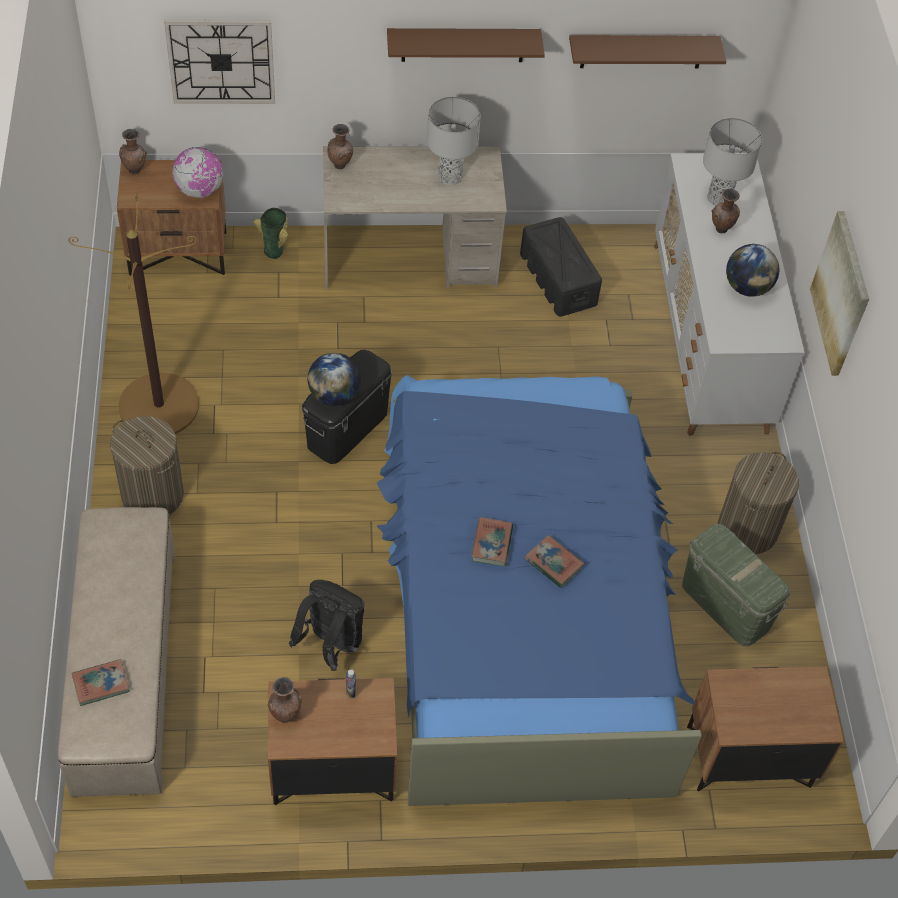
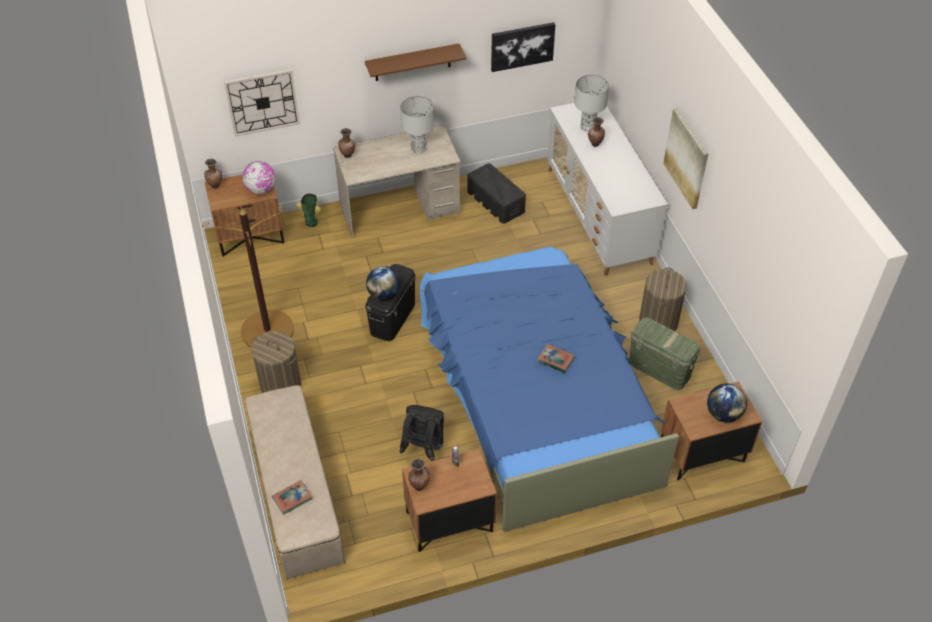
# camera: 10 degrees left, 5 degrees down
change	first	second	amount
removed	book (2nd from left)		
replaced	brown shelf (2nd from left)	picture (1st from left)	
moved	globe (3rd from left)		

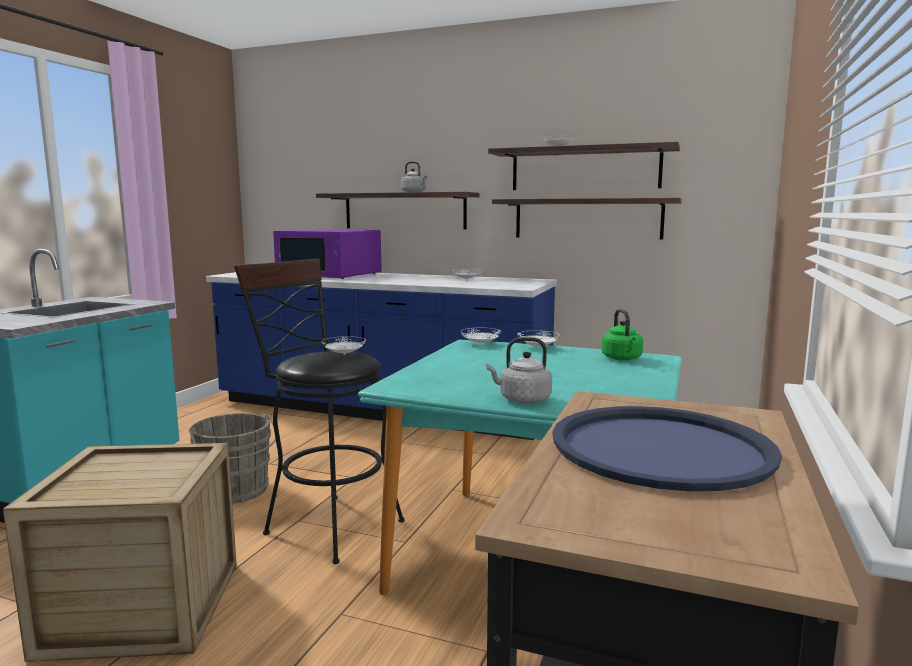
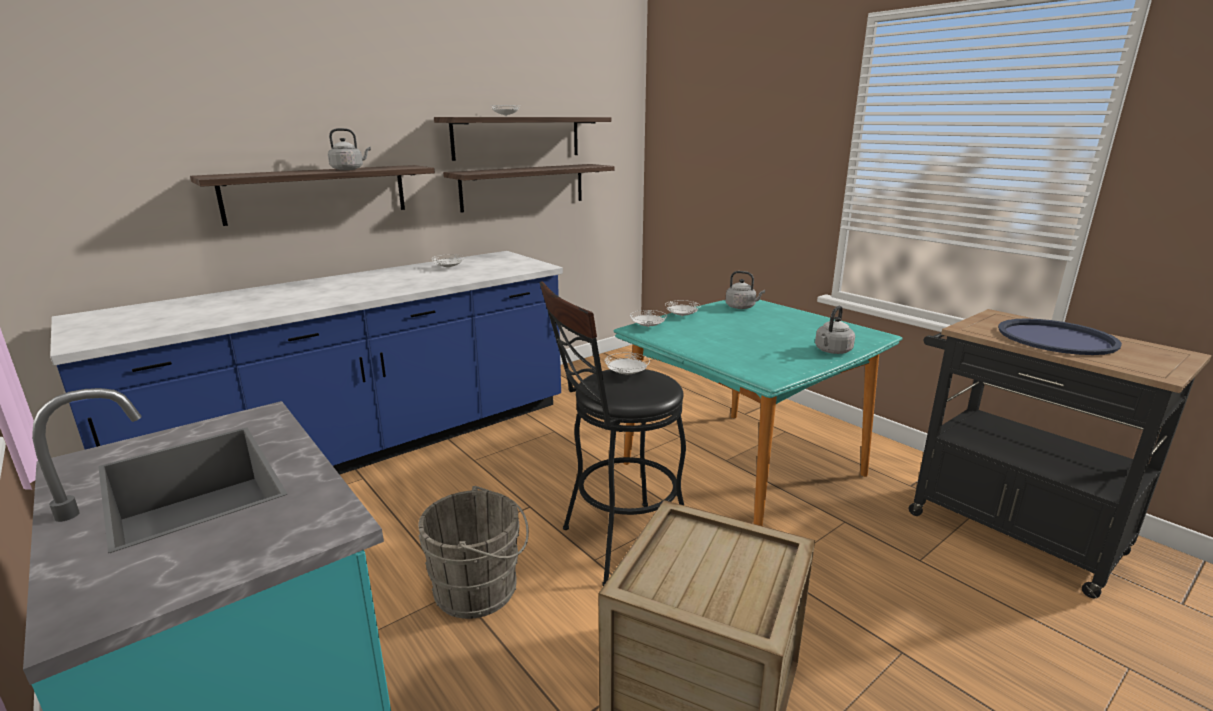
# camera: 60 degrees left, 10 degrees up
change	first	second	amount
removed	purple microwave		
recoloured	green kettle	grey kettle (2nd from left)	

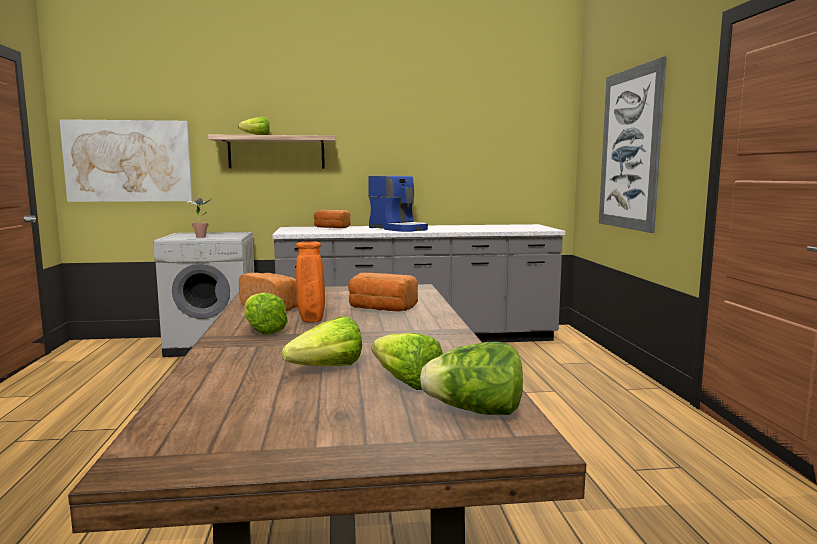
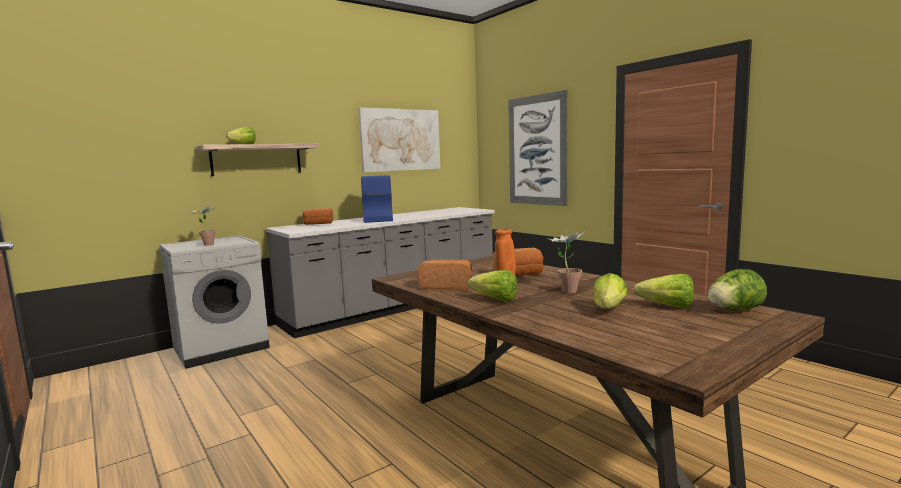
# camera: 30 degrees left, 0 degrees up
change	first	second	amount
moved	picture (1st from left)		
turned	coffee machine		120 degrees counterclockwise
added		potted plant (2nd from left)	

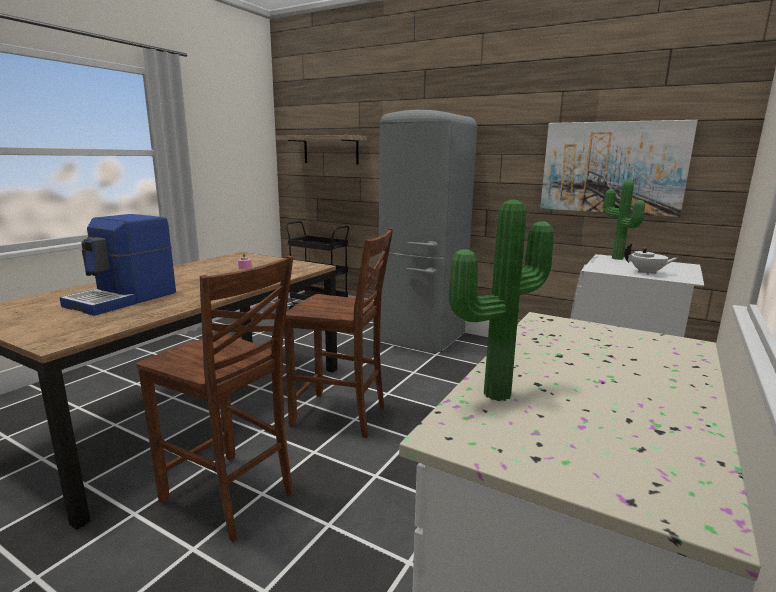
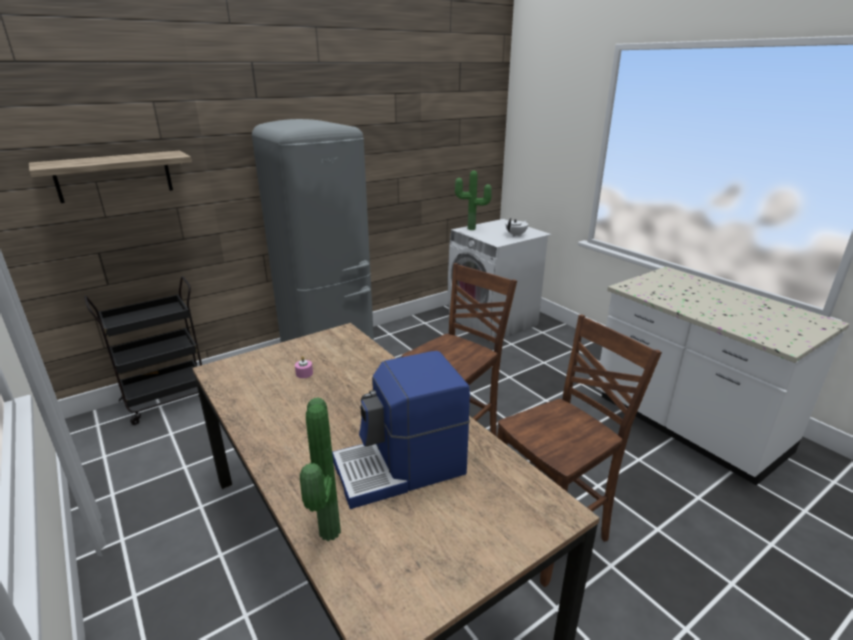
# camera: 65 degrees left, 10 degrees up
change	first	second	amount
turned	coffee machine		105 degrees clockwise
moved	potted plant (1st from left)		
removed	picture		

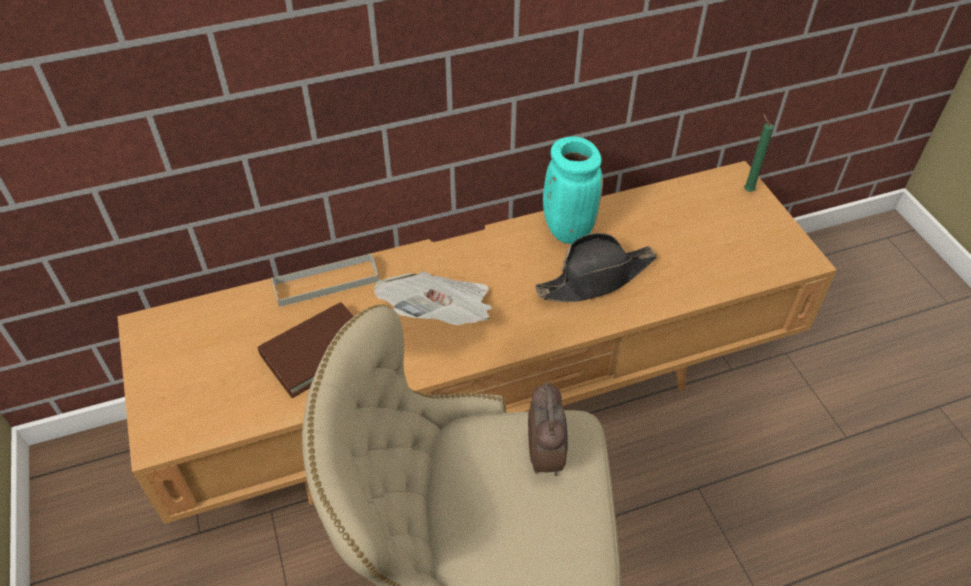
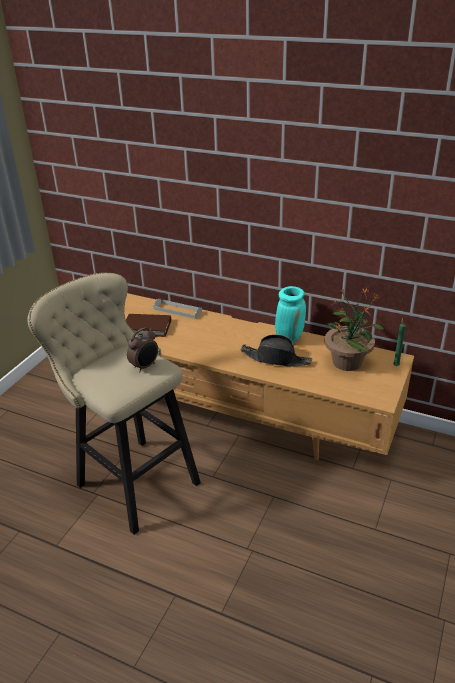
# camera: 45 degrees right, 15 degrees down
change	first	second	amount
removed	newspaper		
added		potted plant	

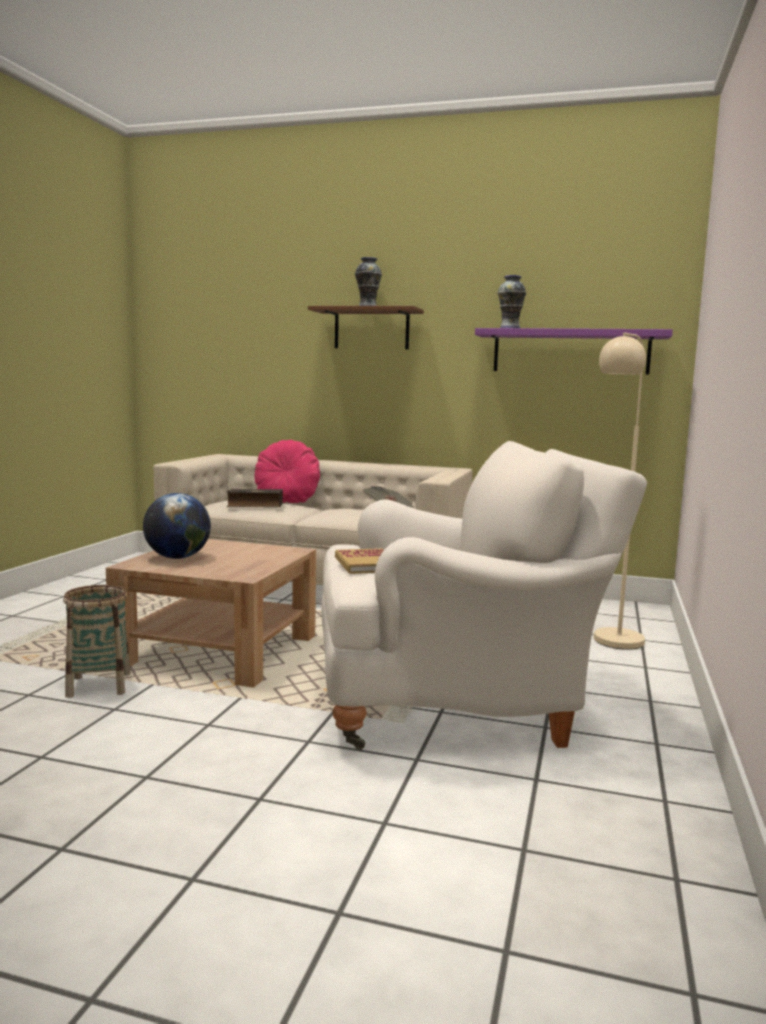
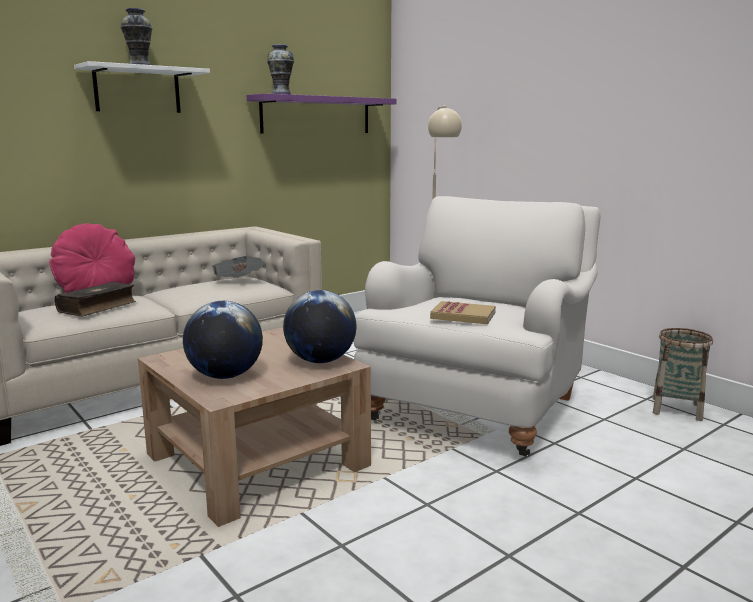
# camera: 55 degrees left, 5 degrees up
change	first	second	amount
moved	basket		
recoloured	brown shelf	white shelf	
added		globe (2nd from left)	

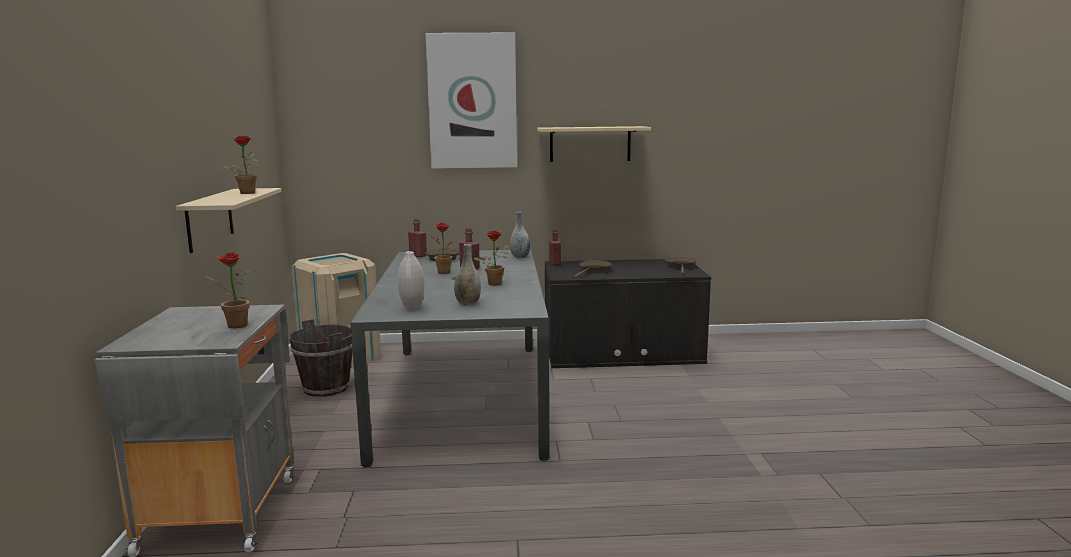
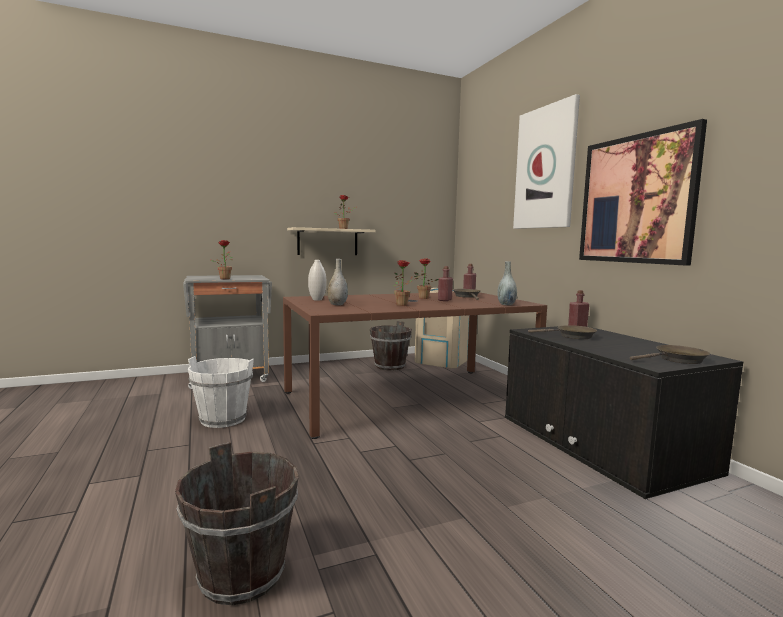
# camera: 70 degrees right, 5 degrees down
change	first	second	amount
recoloured	grey dining table	brown dining table	
replaced	beige shelf (2nd from left)	picture (2nd from left)	
added		brown bucket (1st from left)	
added		white bucket	

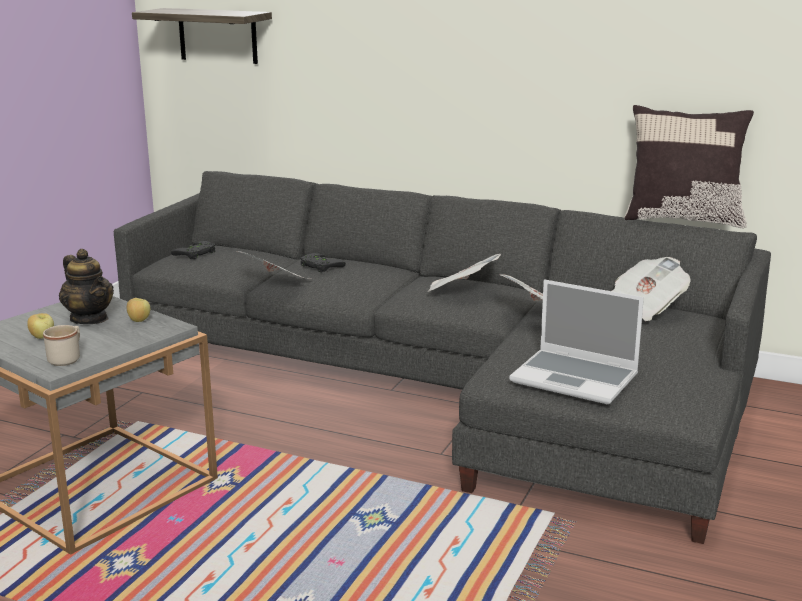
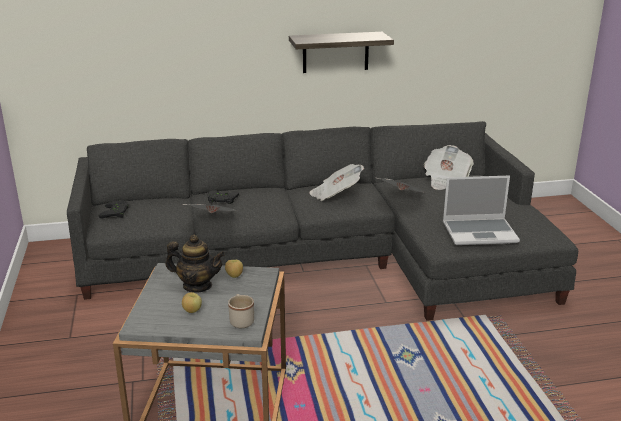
# camera: 35 degrees left, 5 degrees up
change	first	second	amount
moved	shelf		
removed	pillow		

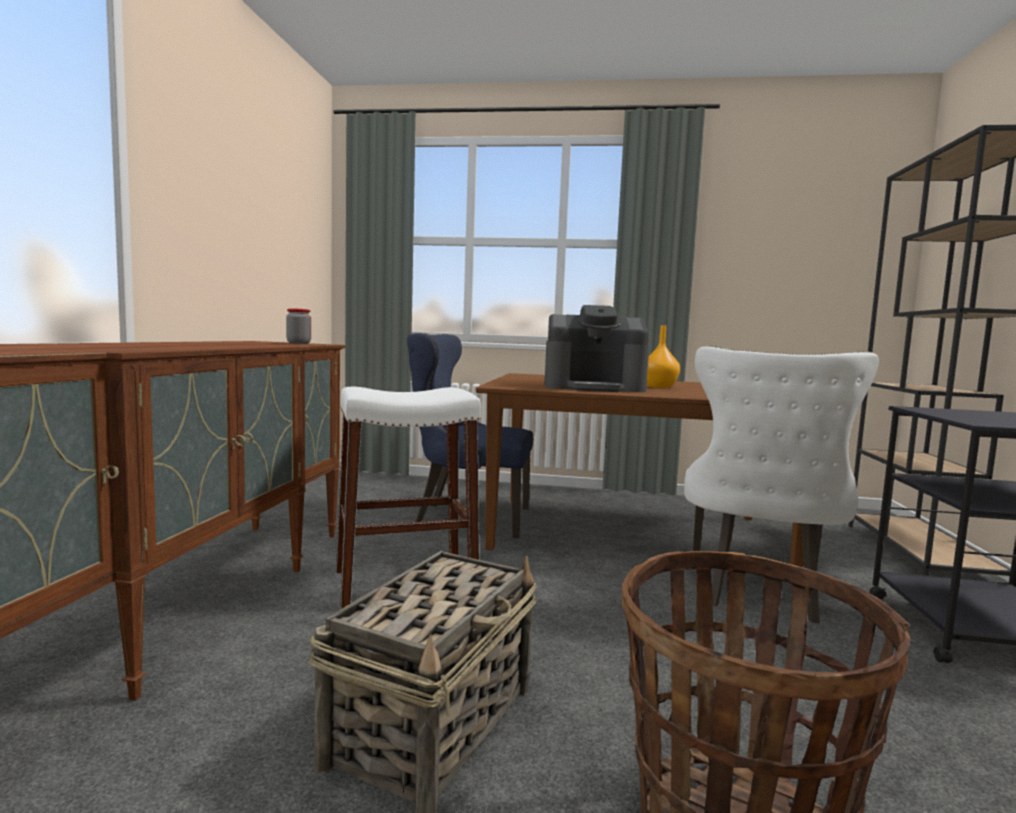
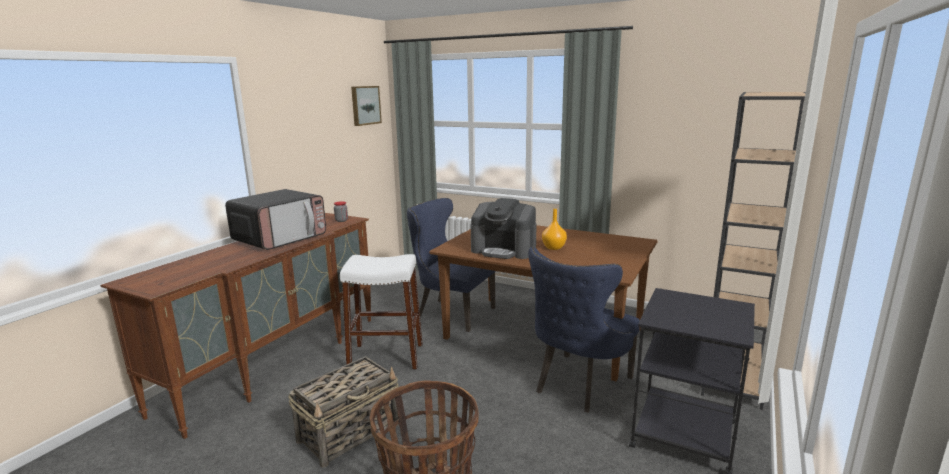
# camera: 20 degrees right, 10 degrees up
change	first	second	amount
recoloured	white chair	blue chair (2nd from left)	
added		microwave	
added		picture	

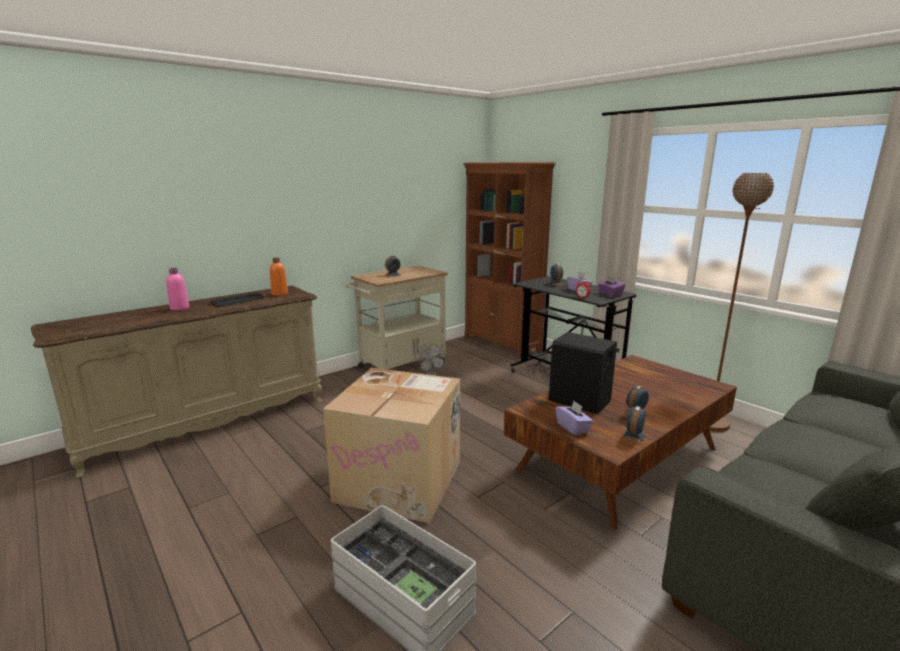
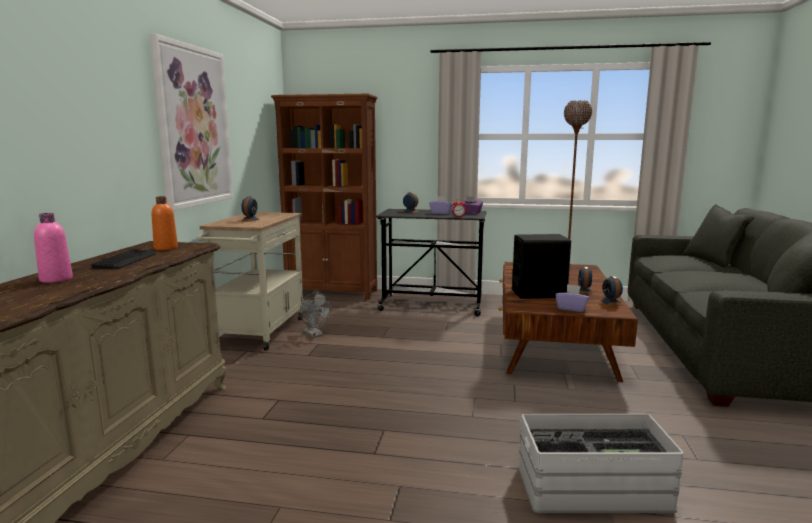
# camera: 40 degrees left, 5 degrees down
change	first	second	amount
removed	cardboard box		
added		picture	

